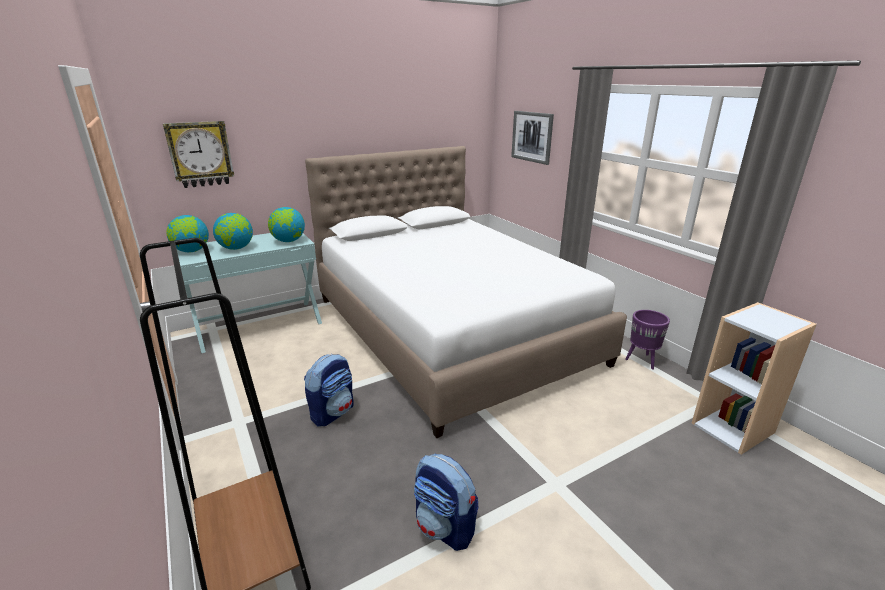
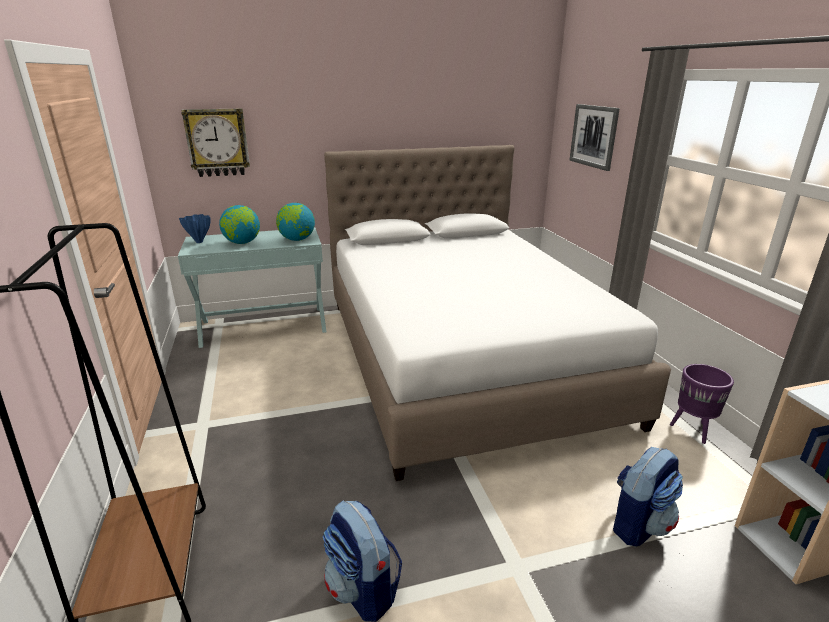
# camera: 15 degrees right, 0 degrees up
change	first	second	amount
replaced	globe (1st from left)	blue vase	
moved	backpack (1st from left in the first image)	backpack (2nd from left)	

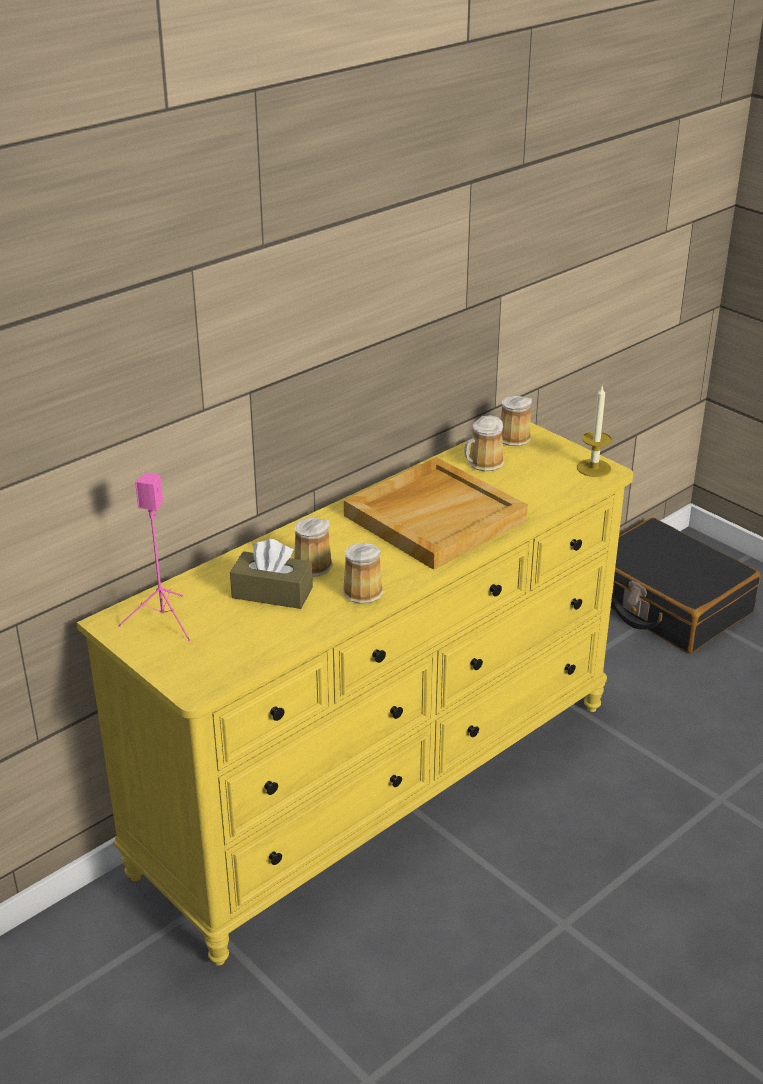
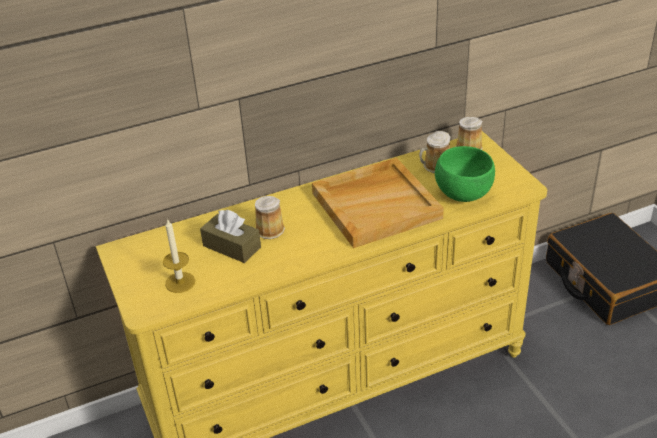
# camera: 20 degrees right, 5 degrees up
change	first	second	amount
removed	pink speaker		
removed	mug (2nd from left)		
moved	candle		
added		green bowl	

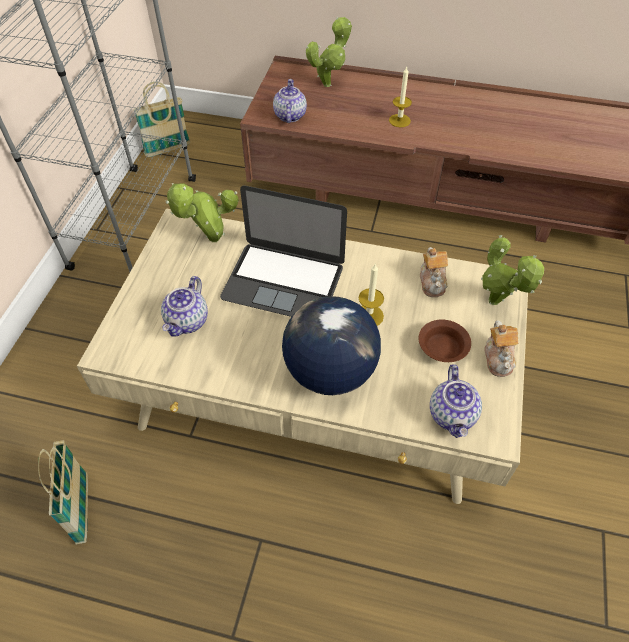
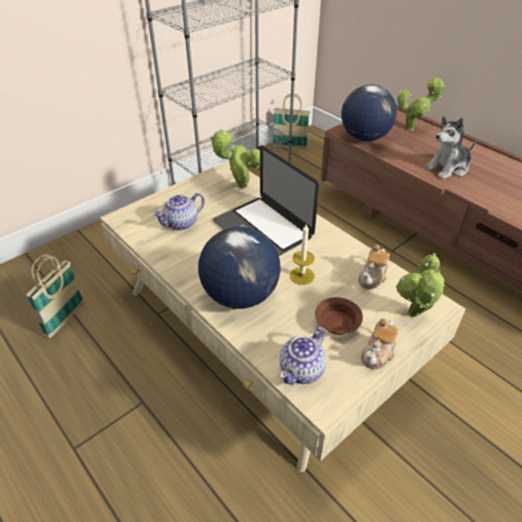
# camera: 35 degrees right, 10 degrees down
change	first	second	amount
replaced	teapot (2nd from left)	globe (2nd from left)	
replaced	candle (2nd from left)	plush toy	

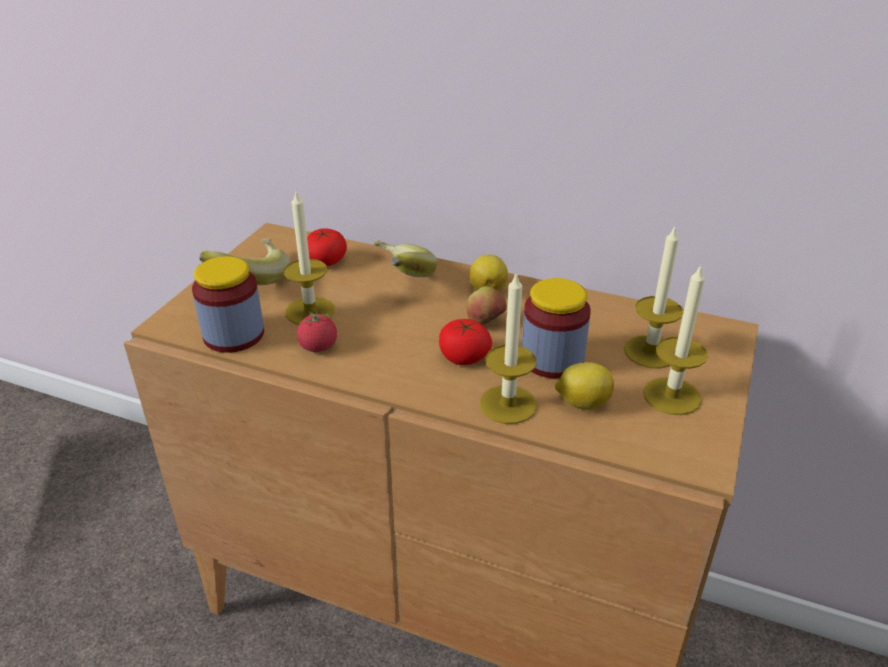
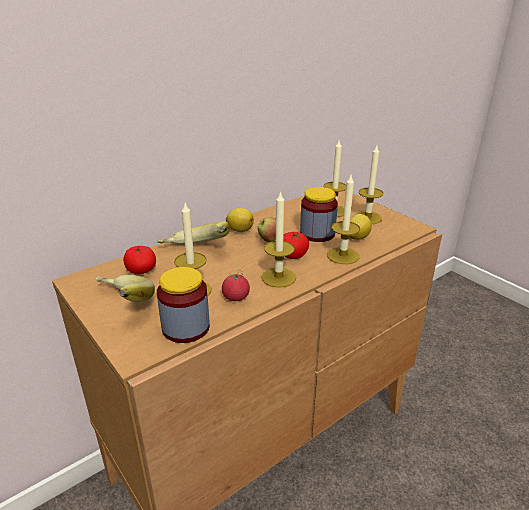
# camera: 60 degrees left, 5 degrees down
change	first	second	amount
added		candle (2nd from left)	

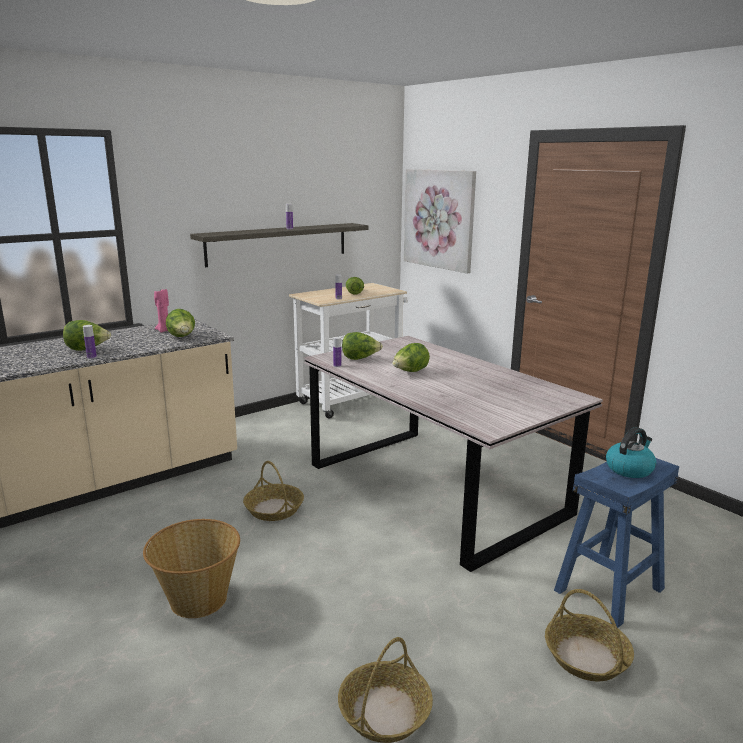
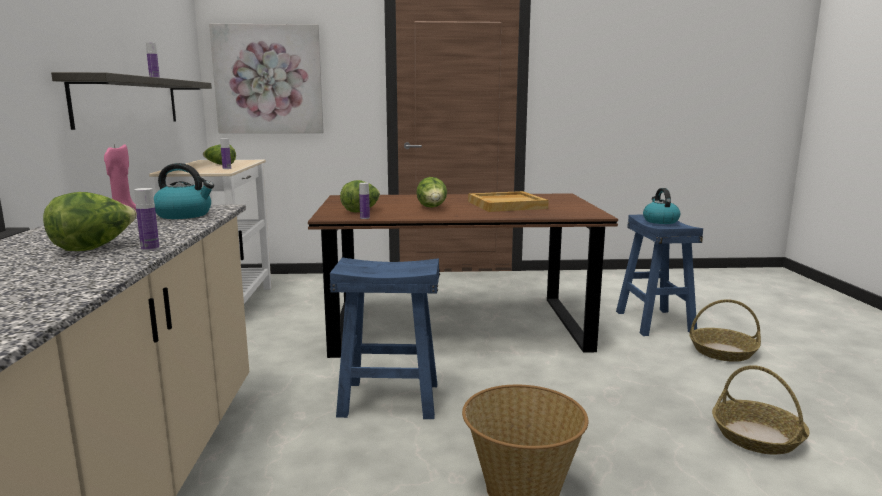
# camera: 55 degrees left, 5 degrees down
change	first	second	amount
replaced	lettuce (2nd from left)	kettle (1st from left)	
replaced	basket (2nd from left)	blue stool (1st from left)	
recoloured	grey dining table	brown dining table	
added		beige tray	

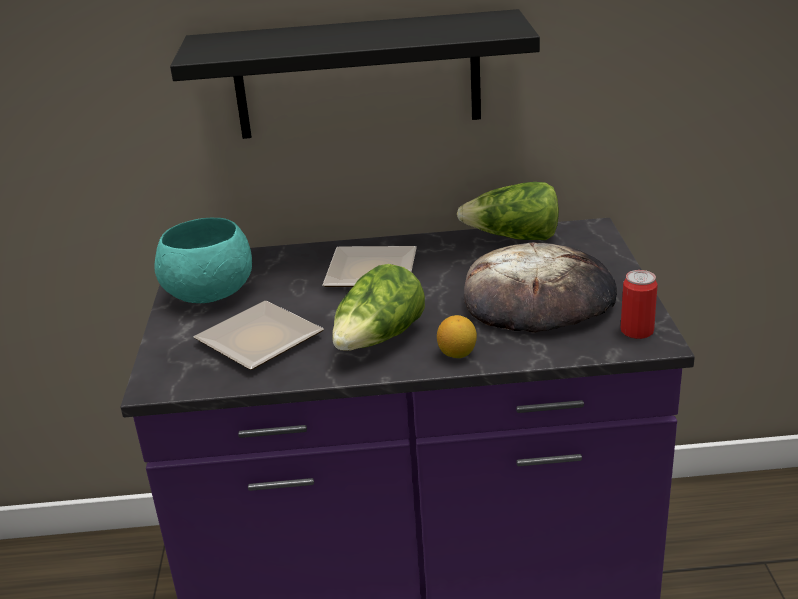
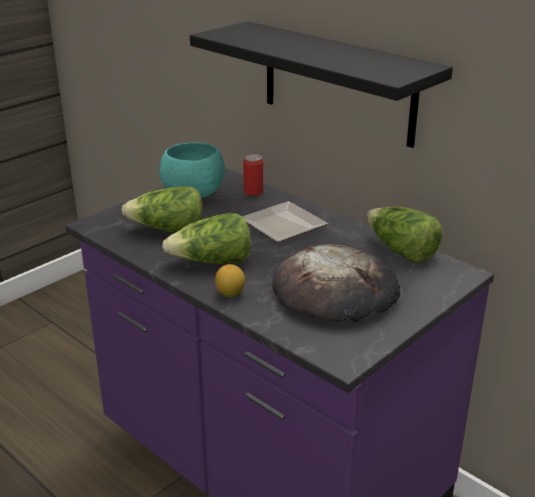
# camera: 45 degrees right, 0 degrees up
change	first	second	amount
replaced	plate (1st from left)	lettuce (1st from left)	
moved	can		

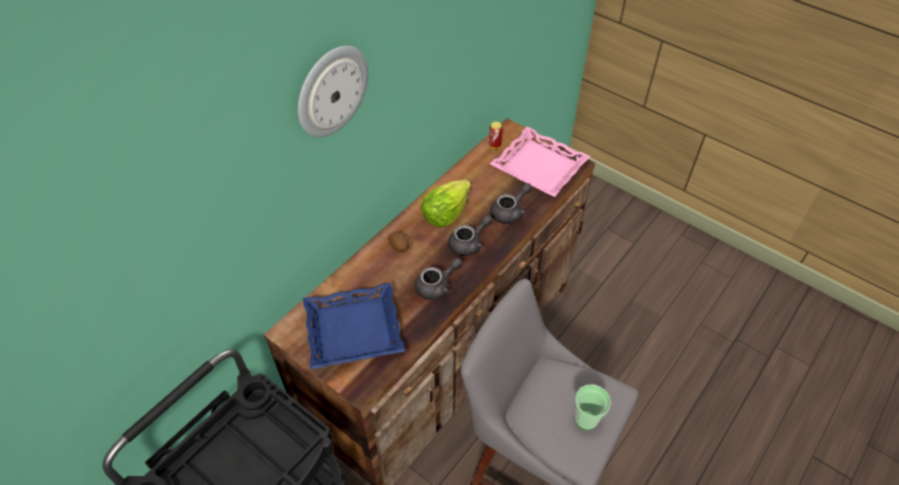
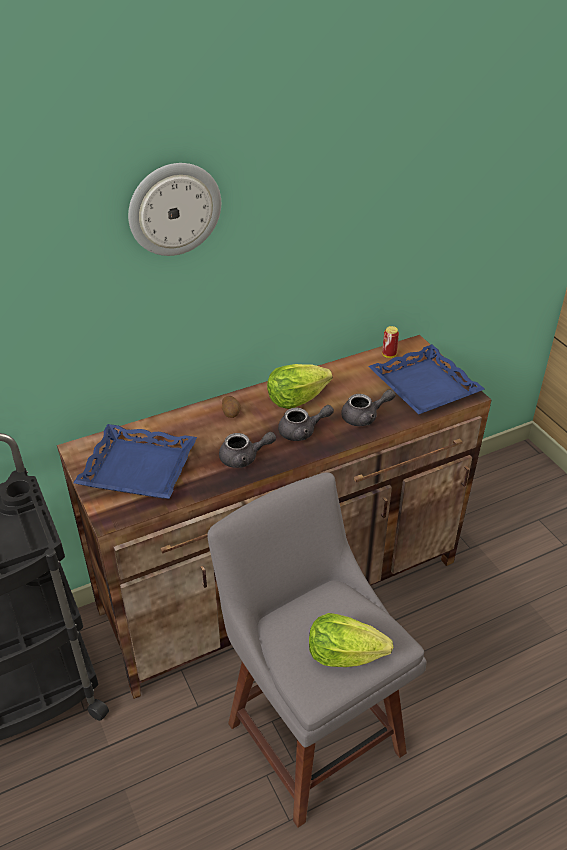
# camera: 25 degrees right, 10 degrees down
change	first	second	amount
recoloured	pink tray	blue tray (2nd from left)	
replaced	cup	lettuce (2nd from left)	

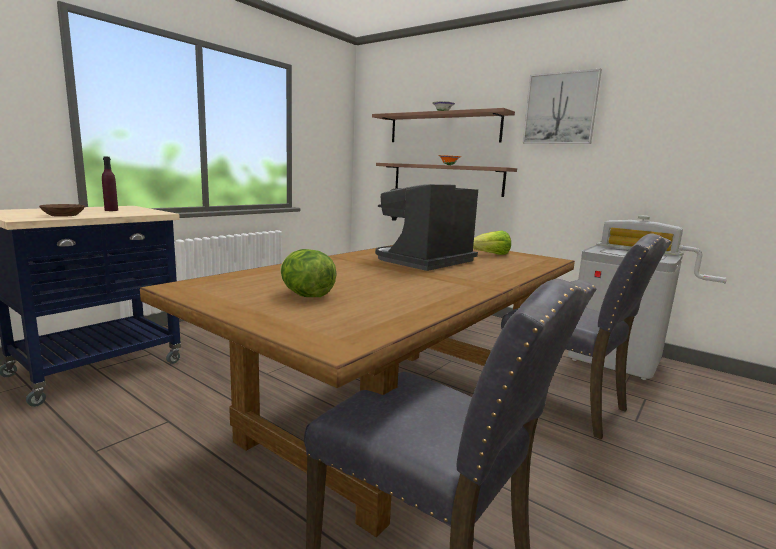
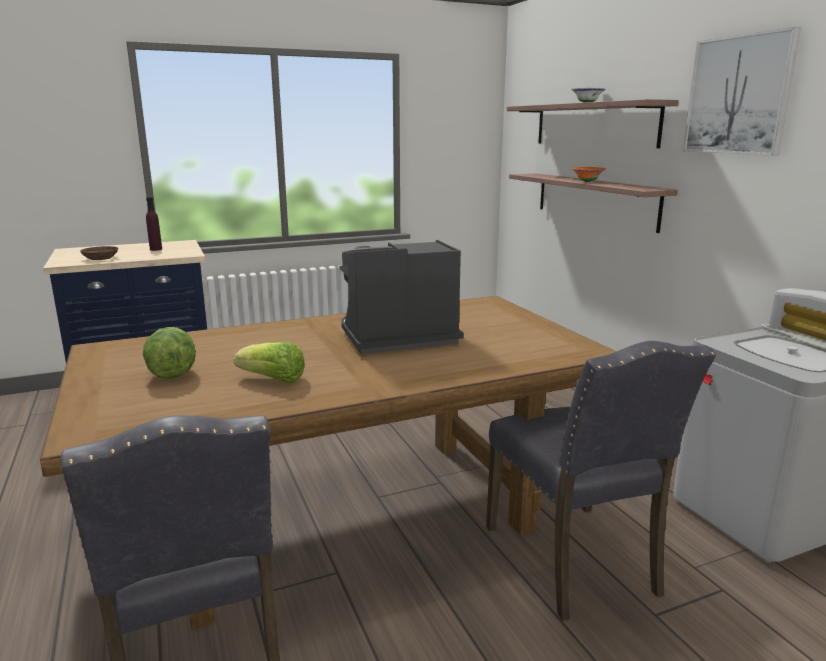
# camera: 30 degrees right, 5 degrees up
change	first	second	amount
moved	lettuce (2nd from left)		

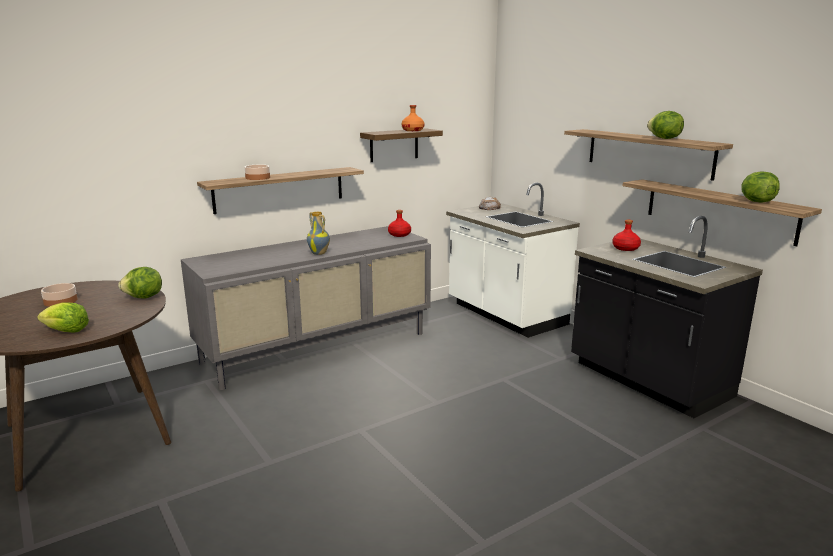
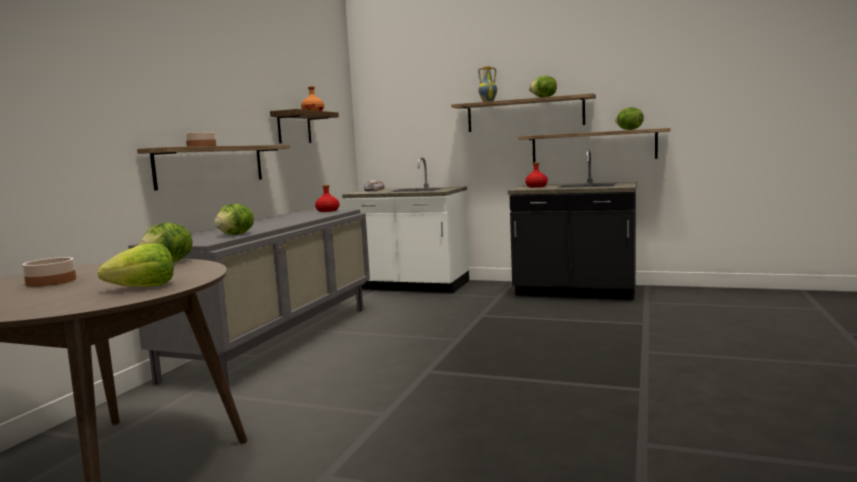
# camera: 35 degrees left, 10 degrees down
change	first	second	amount
moved	vase		
added		lettuce (3rd from left)	

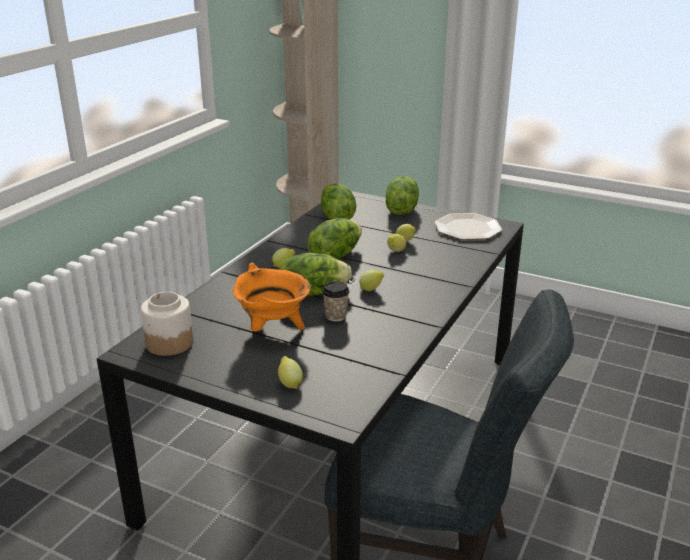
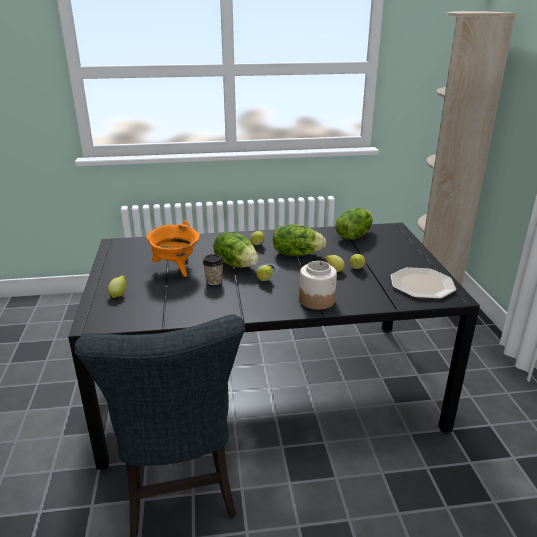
# camera: 55 degrees right, 0 degrees up
change	first	second	amount
moved	jar		
removed	lettuce (4th from left)		

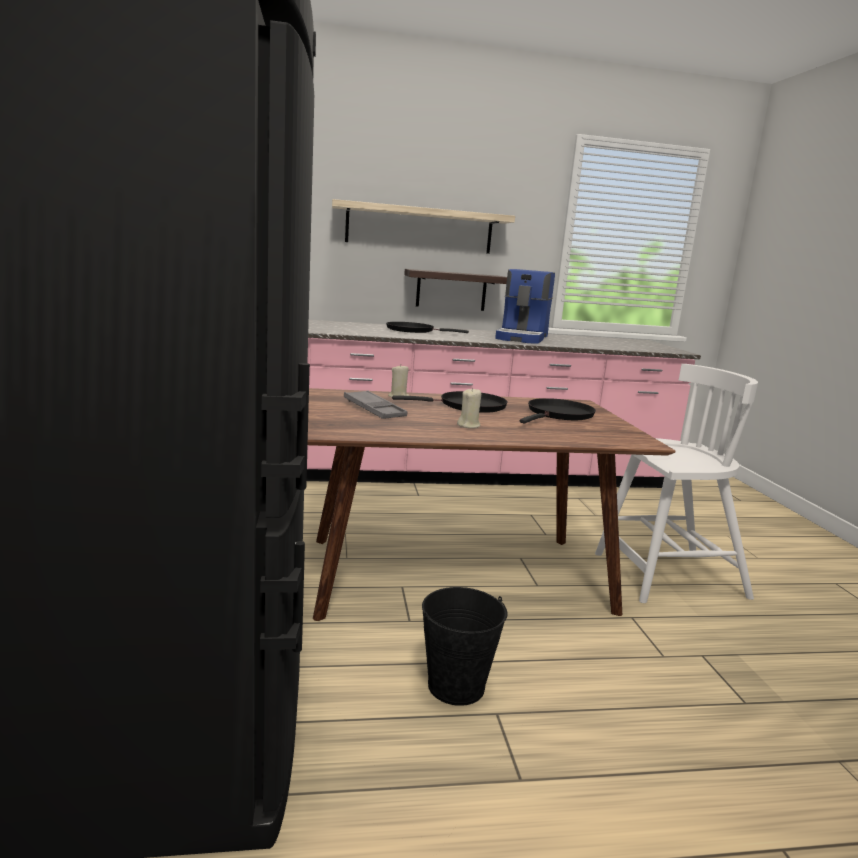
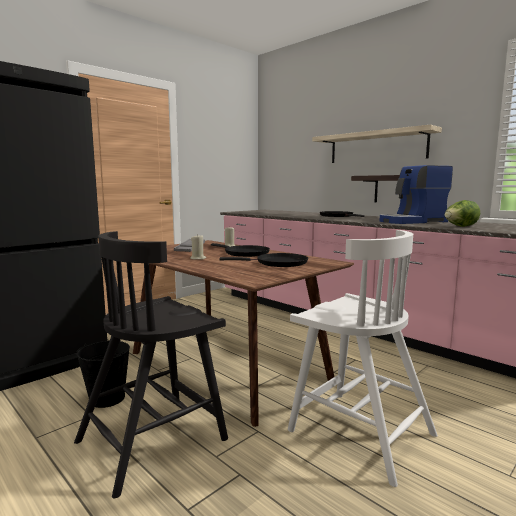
# camera: 55 degrees right, 5 degrees down
change	first	second	amount
added		black chair	
added		lettuce	

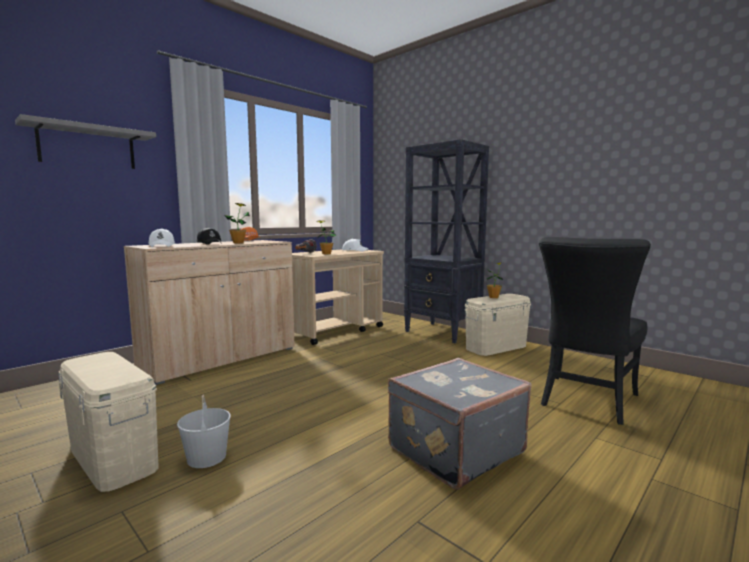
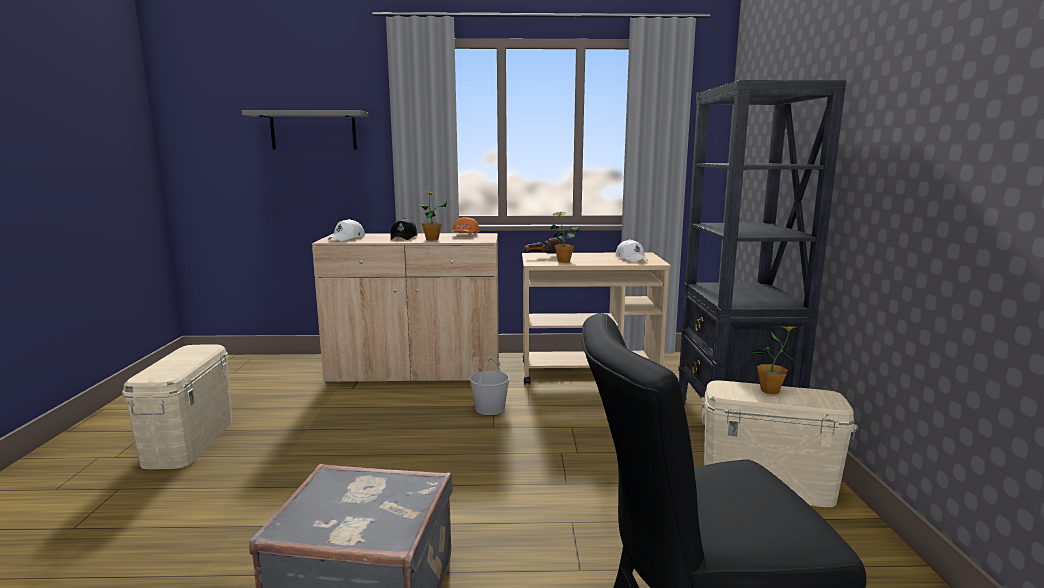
# camera: 45 degrees right, 5 degrees up
change	first	second	amount
moved	white bucket		

